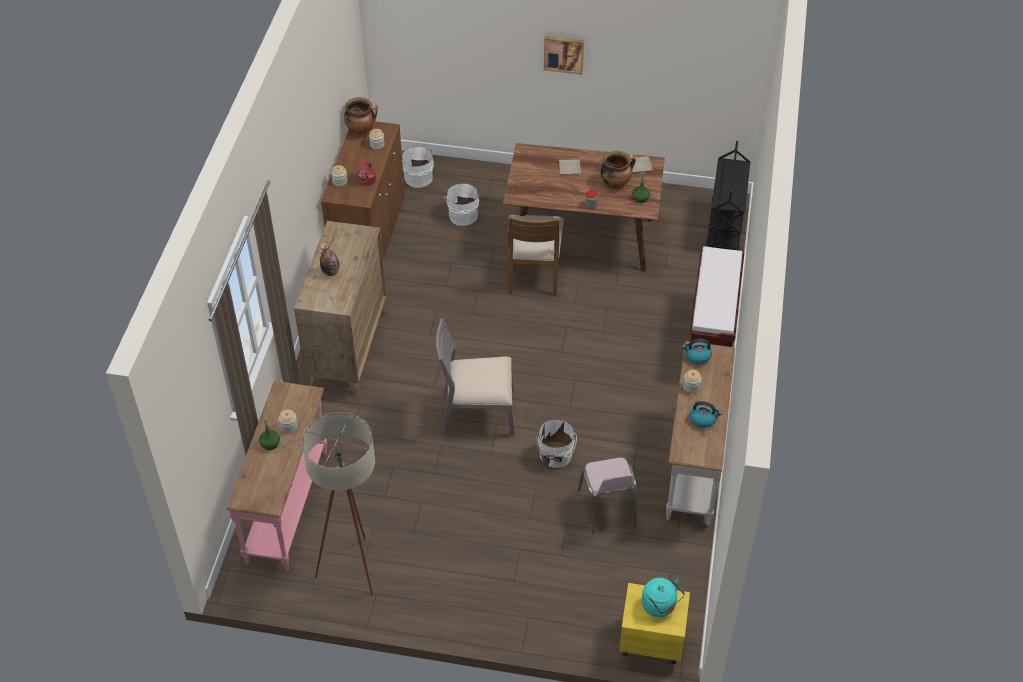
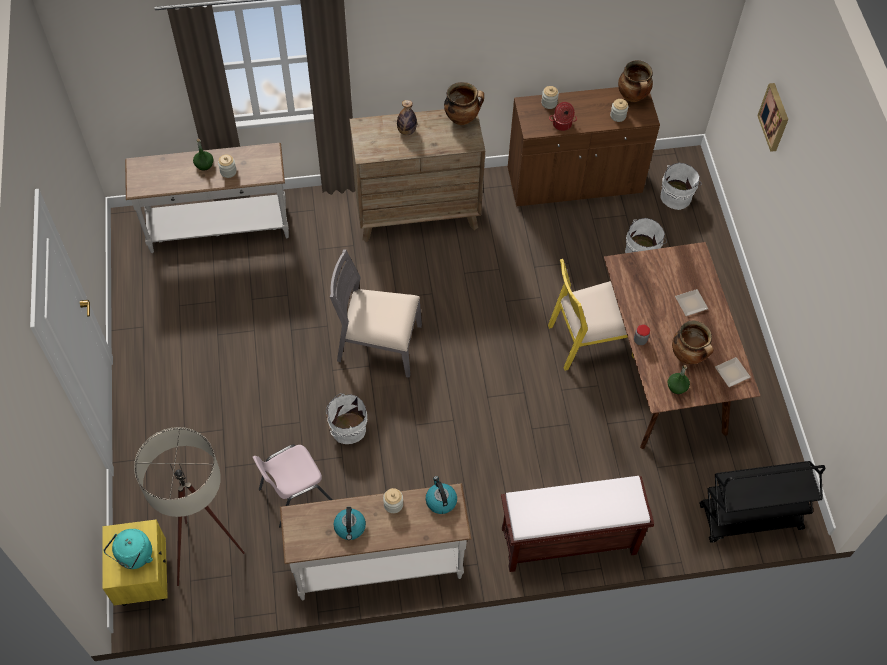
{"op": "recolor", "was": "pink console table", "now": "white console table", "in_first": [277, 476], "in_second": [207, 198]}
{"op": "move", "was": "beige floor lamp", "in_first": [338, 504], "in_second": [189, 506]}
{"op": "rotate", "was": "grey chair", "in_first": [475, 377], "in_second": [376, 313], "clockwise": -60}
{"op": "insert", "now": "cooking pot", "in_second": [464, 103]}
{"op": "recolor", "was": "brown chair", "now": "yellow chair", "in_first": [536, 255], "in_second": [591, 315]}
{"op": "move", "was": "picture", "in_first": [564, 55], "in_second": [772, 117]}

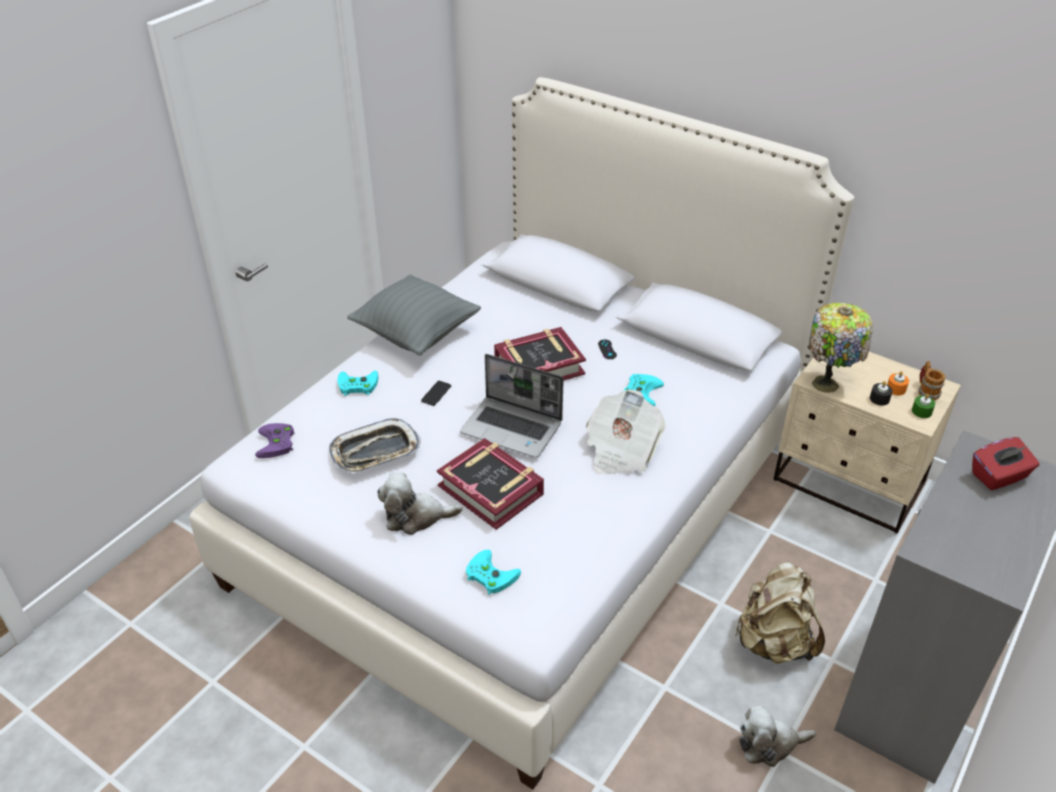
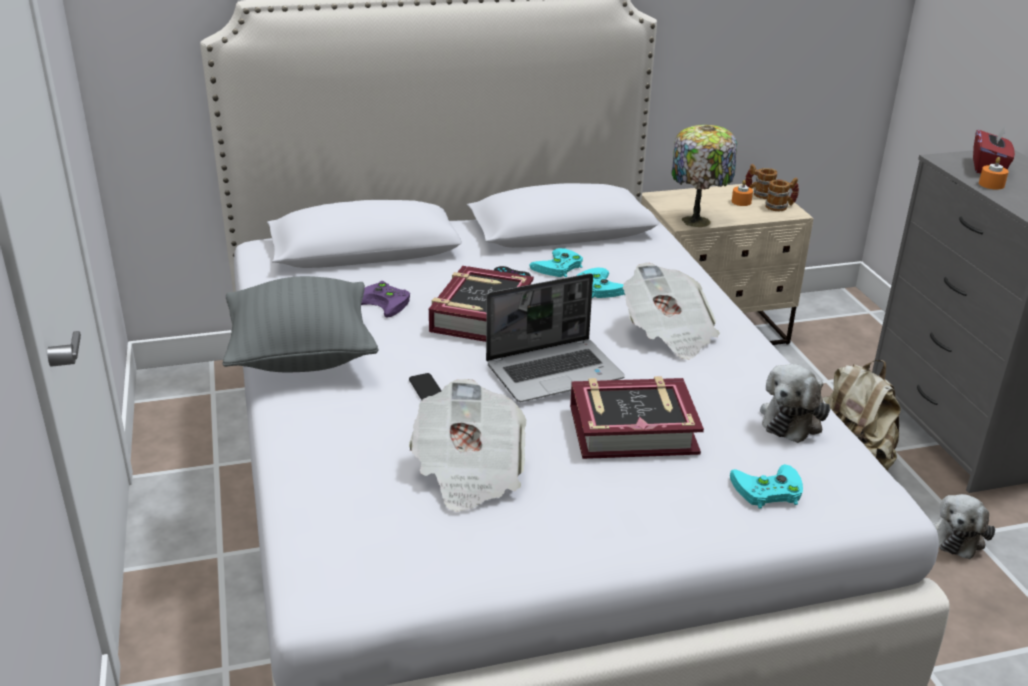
{"op": "move", "was": "purple game controller", "in_first": [275, 440], "in_second": [385, 299]}
{"op": "replace", "was": "tray", "now": "newspaper", "in_first": [375, 445], "in_second": [467, 445]}
{"op": "move", "was": "turquoise game controller", "in_first": [358, 383], "in_second": [556, 262]}
{"op": "move", "was": "plush toy", "in_first": [420, 503], "in_second": [795, 403]}
{"op": "replace", "was": "green candle", "now": "mug", "in_first": [923, 406], "in_second": [782, 194]}
{"op": "insert", "now": "orange candle", "in_second": [994, 173]}
{"op": "delete", "was": "black candle", "in_first": [881, 393]}

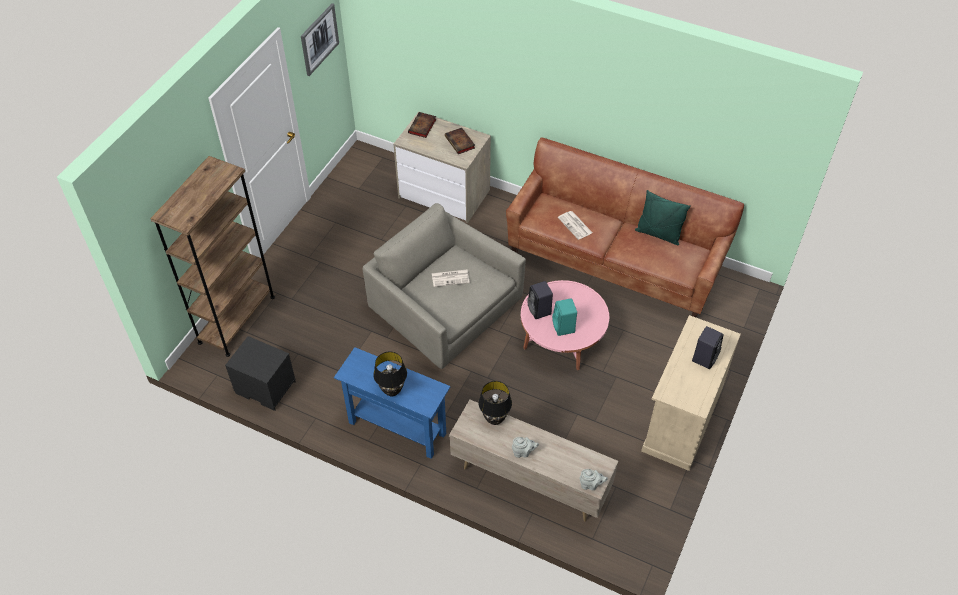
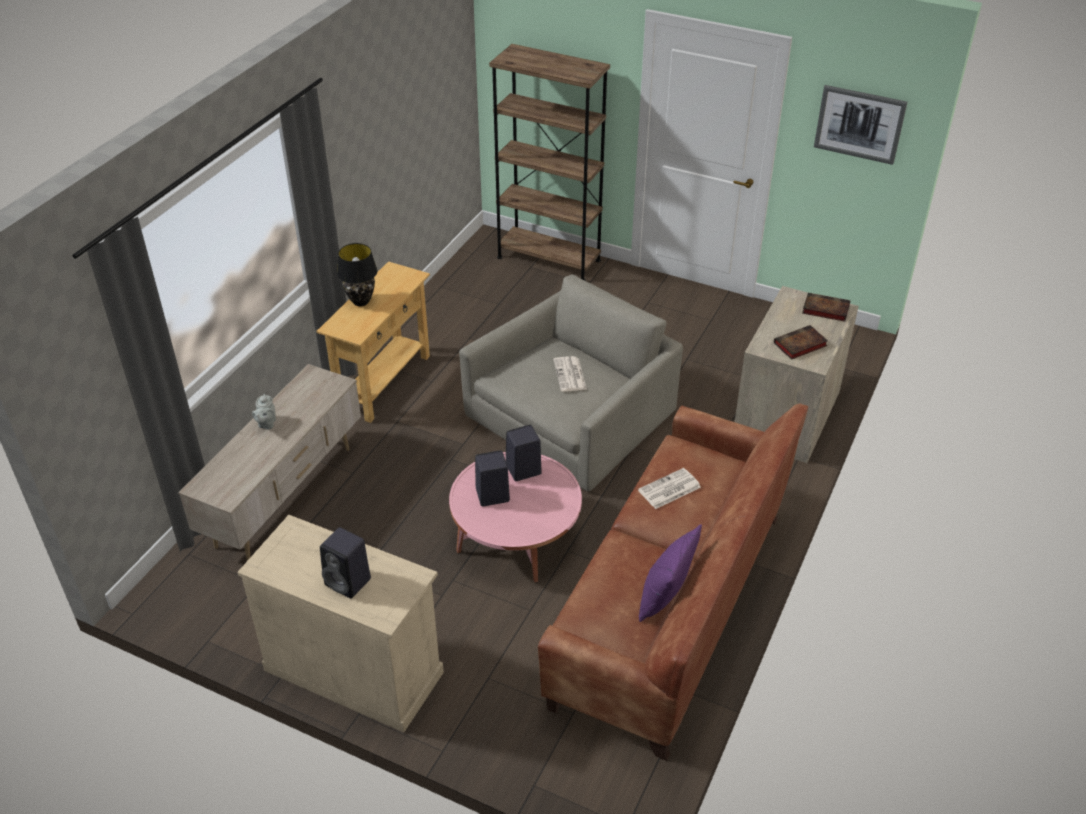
{"op": "recolor", "was": "blue console table", "now": "beige console table", "in_first": [392, 403], "in_second": [373, 342]}
{"op": "recolor", "was": "turquoise speaker", "now": "black speaker", "in_first": [564, 317], "in_second": [492, 478]}
{"op": "recolor", "was": "green pillow", "now": "purple pillow", "in_first": [663, 217], "in_second": [670, 573]}
{"op": "delete", "was": "black nightstand", "in_first": [260, 373]}
{"op": "delete", "was": "black table lamp", "in_first": [495, 403]}
{"op": "delete", "was": "grey teapot", "in_first": [593, 479]}

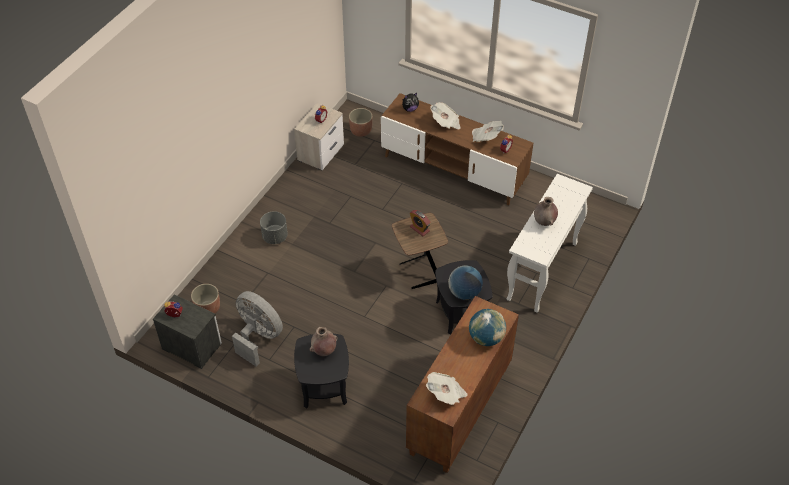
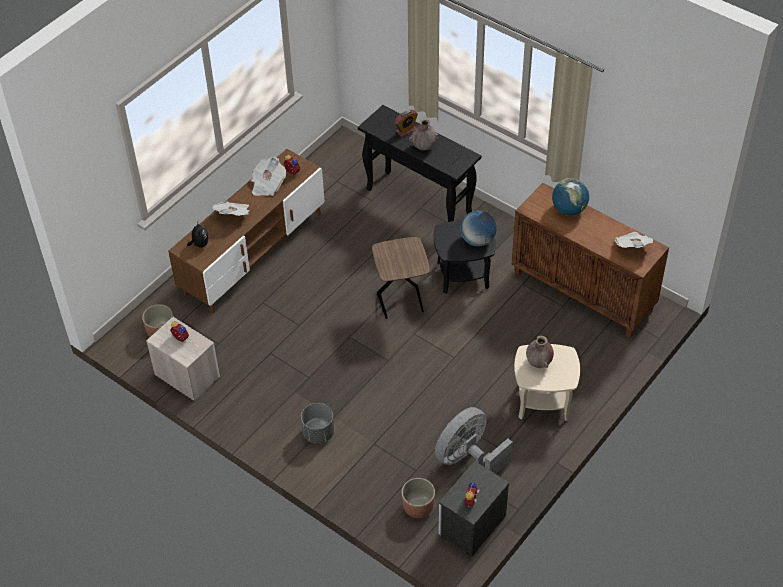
{"op": "recolor", "was": "white console table", "now": "black console table", "in_first": [549, 243], "in_second": [419, 163]}
{"op": "move", "was": "alarm clock", "in_first": [420, 223], "in_second": [406, 123]}
{"op": "recolor", "was": "black side table", "now": "beige side table", "in_first": [321, 371], "in_second": [547, 382]}

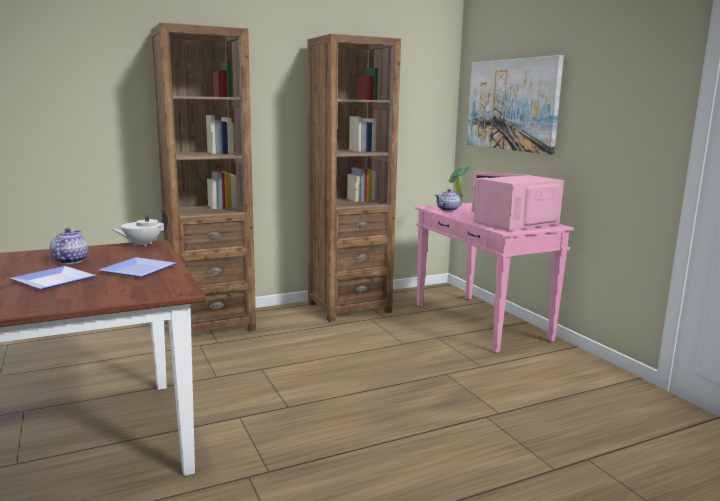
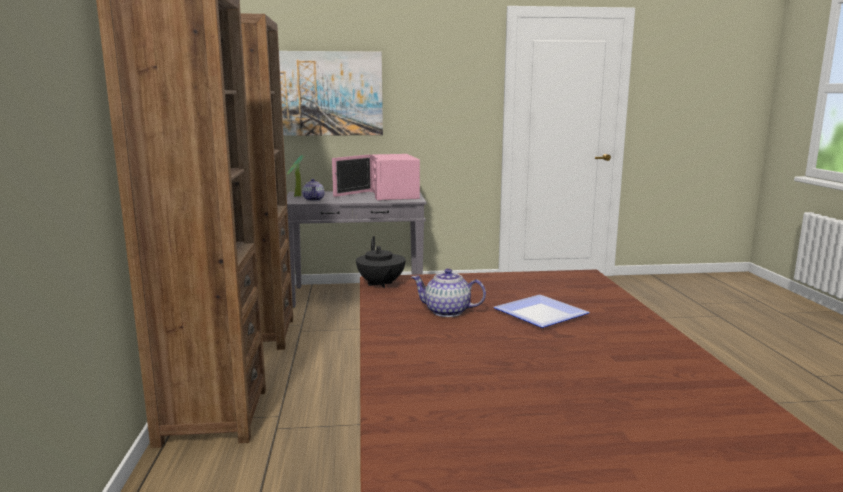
{"op": "recolor", "was": "pink console table", "now": "grey console table", "in_first": [494, 278], "in_second": [356, 249]}
{"op": "recolor", "was": "white teapot", "now": "black teapot", "in_first": [139, 228], "in_second": [381, 262]}
{"op": "delete", "was": "plate", "in_first": [137, 267]}

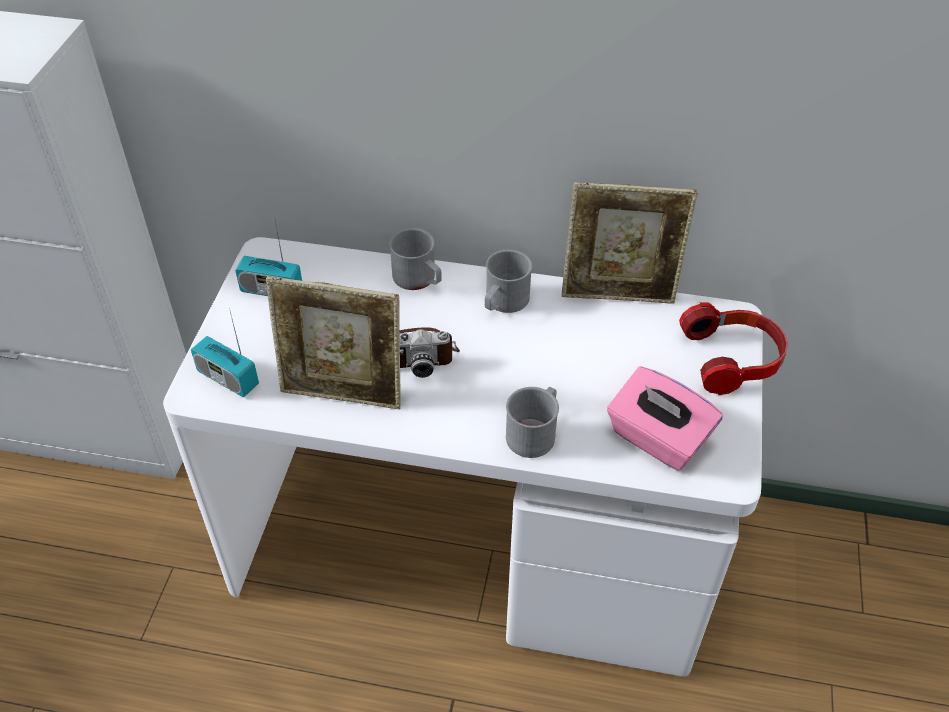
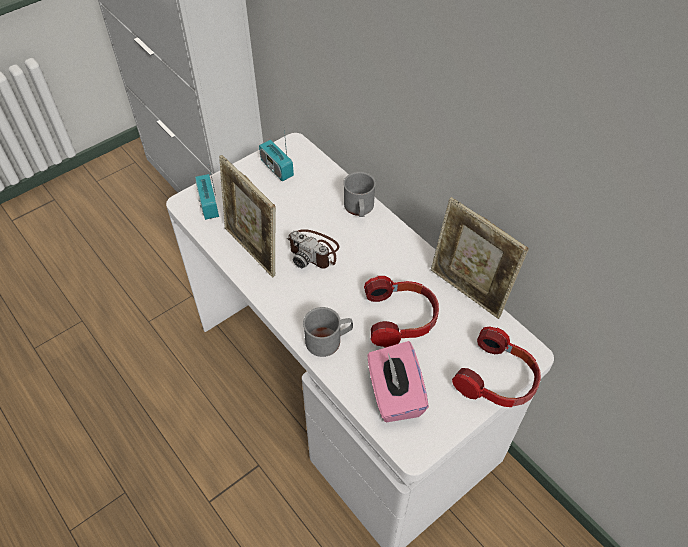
{"op": "insert", "now": "headphones", "in_second": [401, 312]}
{"op": "delete", "was": "grey mug", "in_first": [508, 281]}

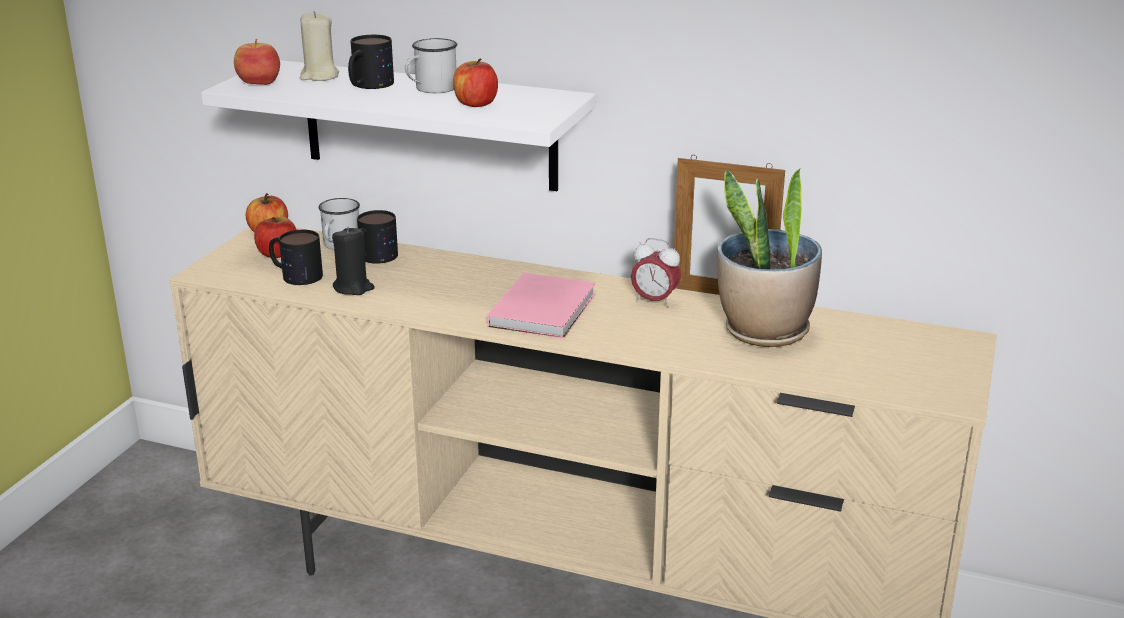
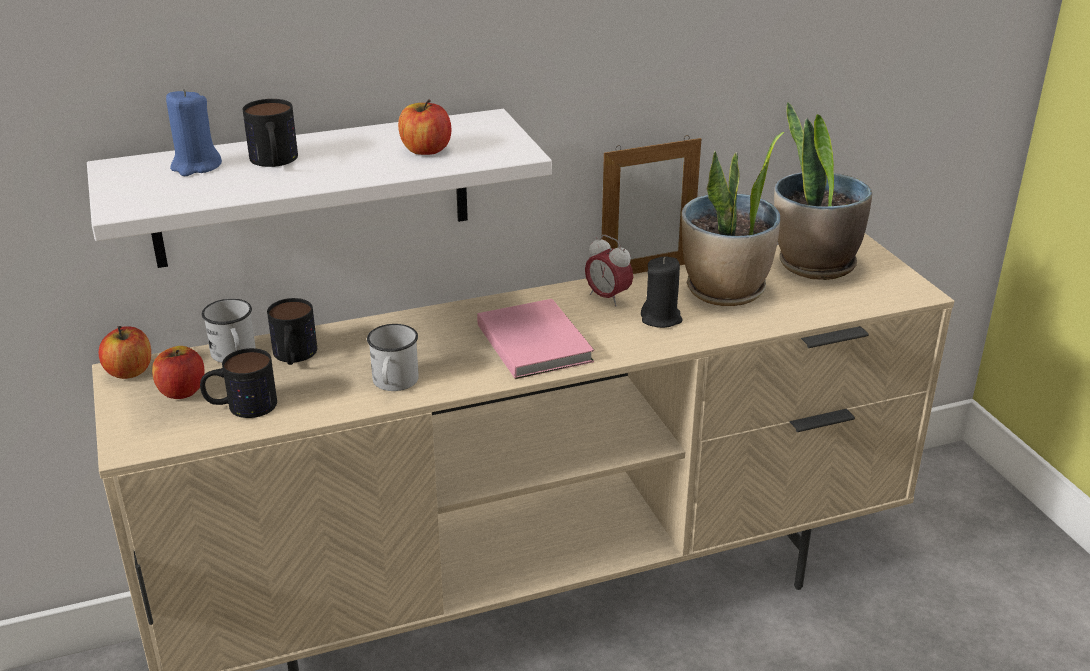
{"op": "recolor", "was": "beige candle", "now": "blue candle", "in_first": [319, 46], "in_second": [194, 132]}
{"op": "move", "was": "white mug", "in_first": [431, 65], "in_second": [393, 357]}
{"op": "rotate", "was": "alarm clock", "in_first": [656, 273], "in_second": [609, 271], "clockwise": 60}
{"op": "move", "was": "black candle", "in_first": [353, 261], "in_second": [662, 292]}
{"op": "insert", "now": "potted plant", "in_second": [823, 191]}
{"op": "delete", "was": "apple", "in_first": [257, 62]}

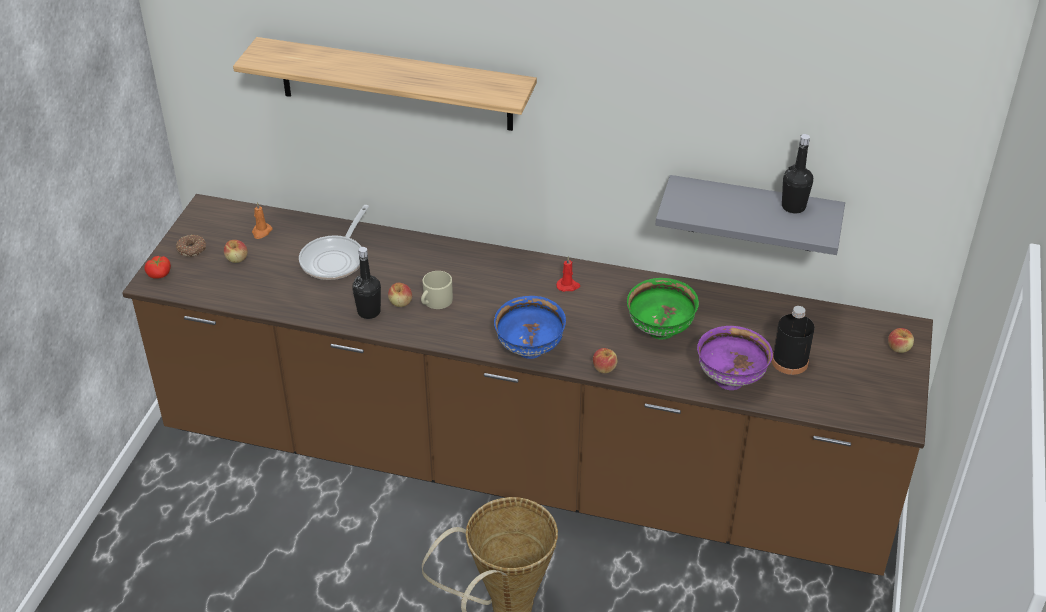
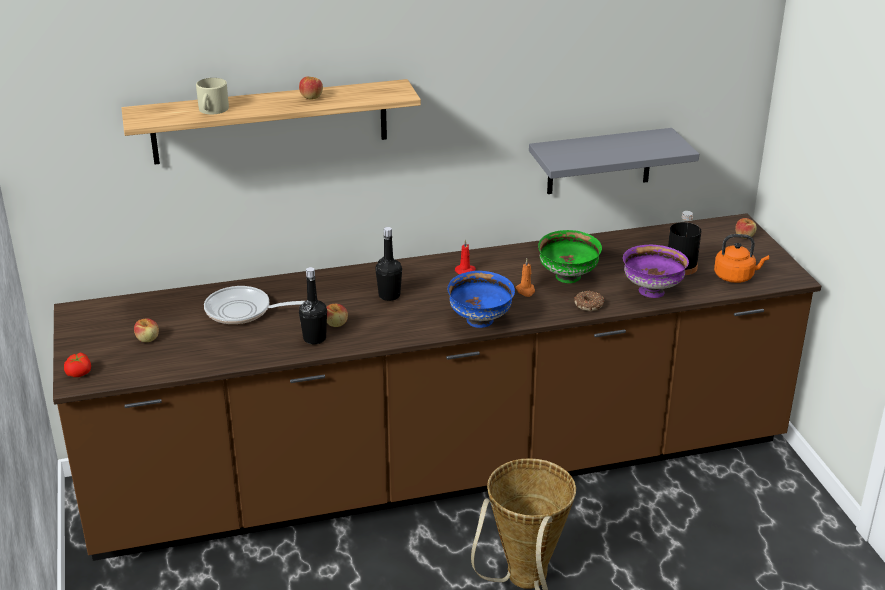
{"op": "move", "was": "beige mug", "in_first": [437, 290], "in_second": [212, 96]}
{"op": "rotate", "was": "frying pan", "in_first": [334, 242], "in_second": [254, 305], "clockwise": 105}
{"op": "move", "was": "apple", "in_first": [605, 360], "in_second": [311, 88]}
{"op": "move", "was": "black bottle", "in_first": [797, 173], "in_second": [389, 264]}
{"op": "move", "was": "orange candle", "in_first": [262, 220], "in_second": [525, 278]}
{"op": "move", "was": "donut", "in_first": [191, 245], "in_second": [589, 301]}
{"op": "insert", "now": "orange kettle", "in_second": [741, 258]}

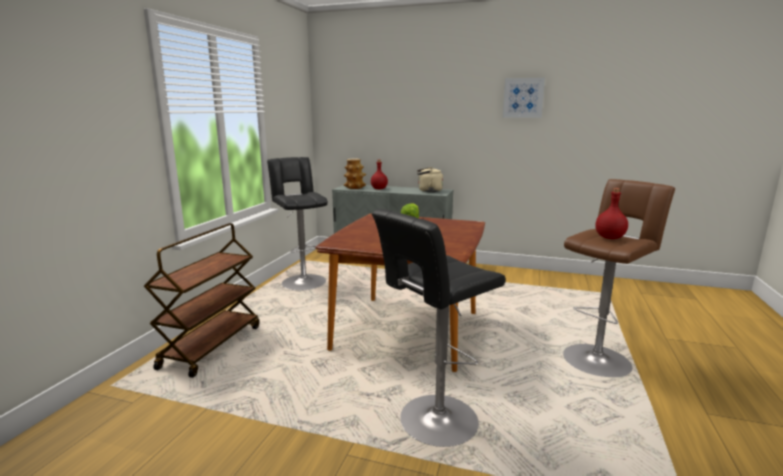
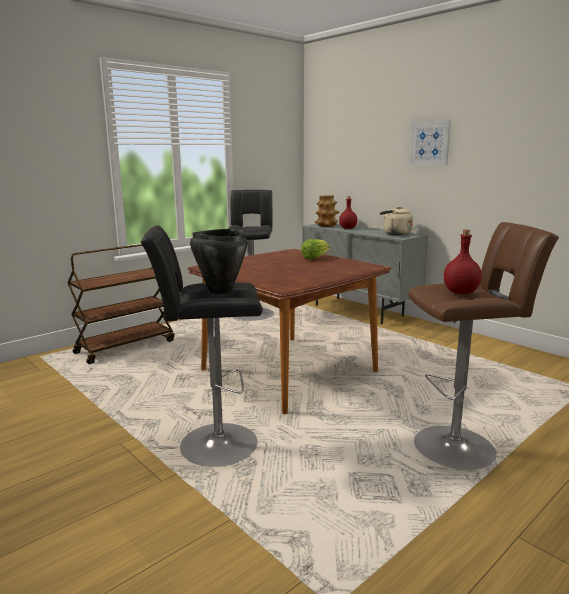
{"op": "insert", "now": "black cooking pot", "in_second": [218, 261]}
{"op": "move", "was": "picture", "in_first": [524, 98], "in_second": [430, 143]}

